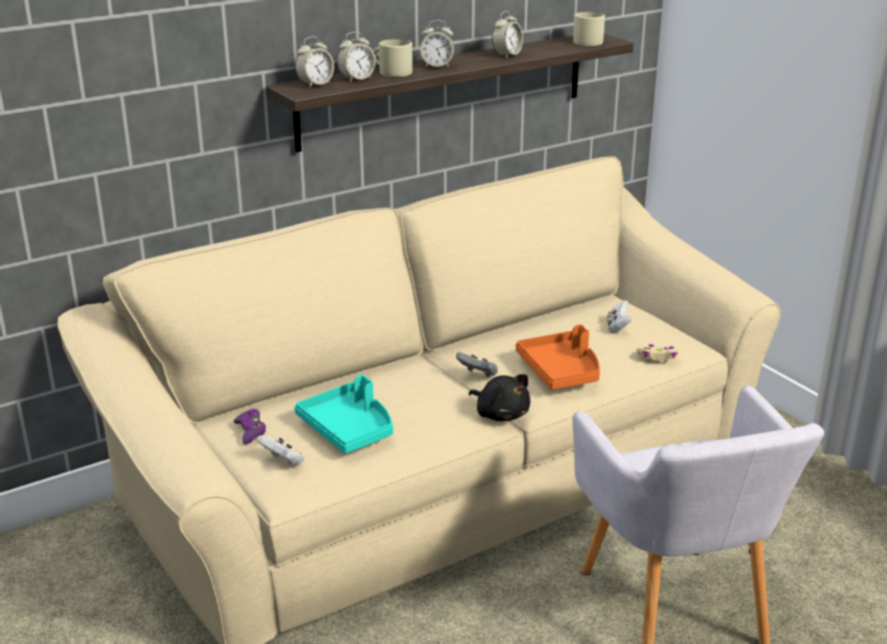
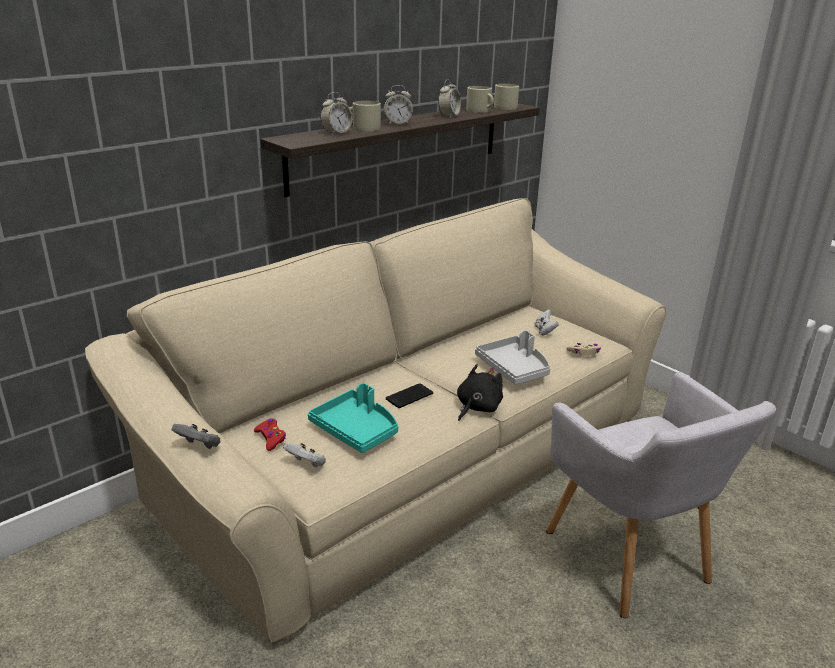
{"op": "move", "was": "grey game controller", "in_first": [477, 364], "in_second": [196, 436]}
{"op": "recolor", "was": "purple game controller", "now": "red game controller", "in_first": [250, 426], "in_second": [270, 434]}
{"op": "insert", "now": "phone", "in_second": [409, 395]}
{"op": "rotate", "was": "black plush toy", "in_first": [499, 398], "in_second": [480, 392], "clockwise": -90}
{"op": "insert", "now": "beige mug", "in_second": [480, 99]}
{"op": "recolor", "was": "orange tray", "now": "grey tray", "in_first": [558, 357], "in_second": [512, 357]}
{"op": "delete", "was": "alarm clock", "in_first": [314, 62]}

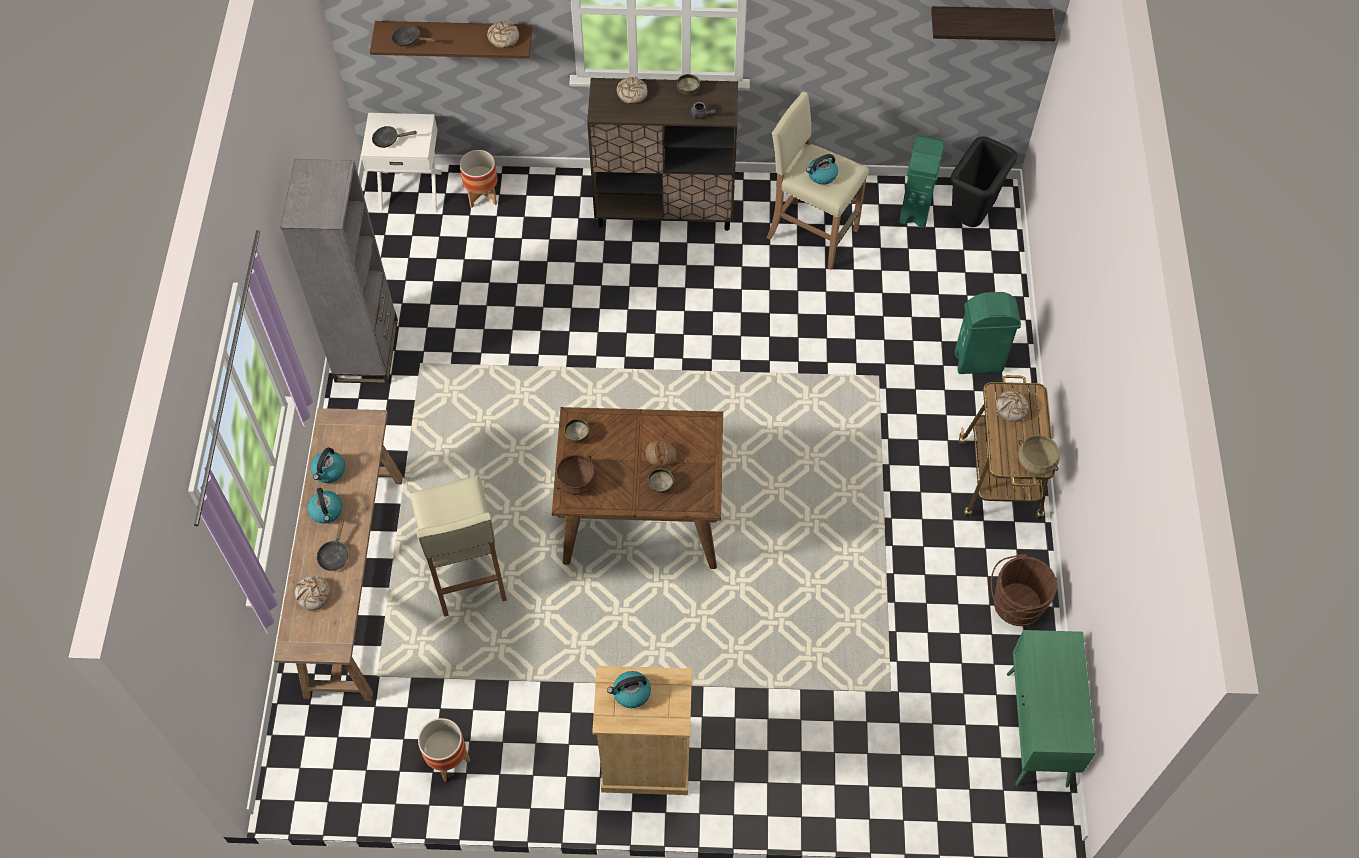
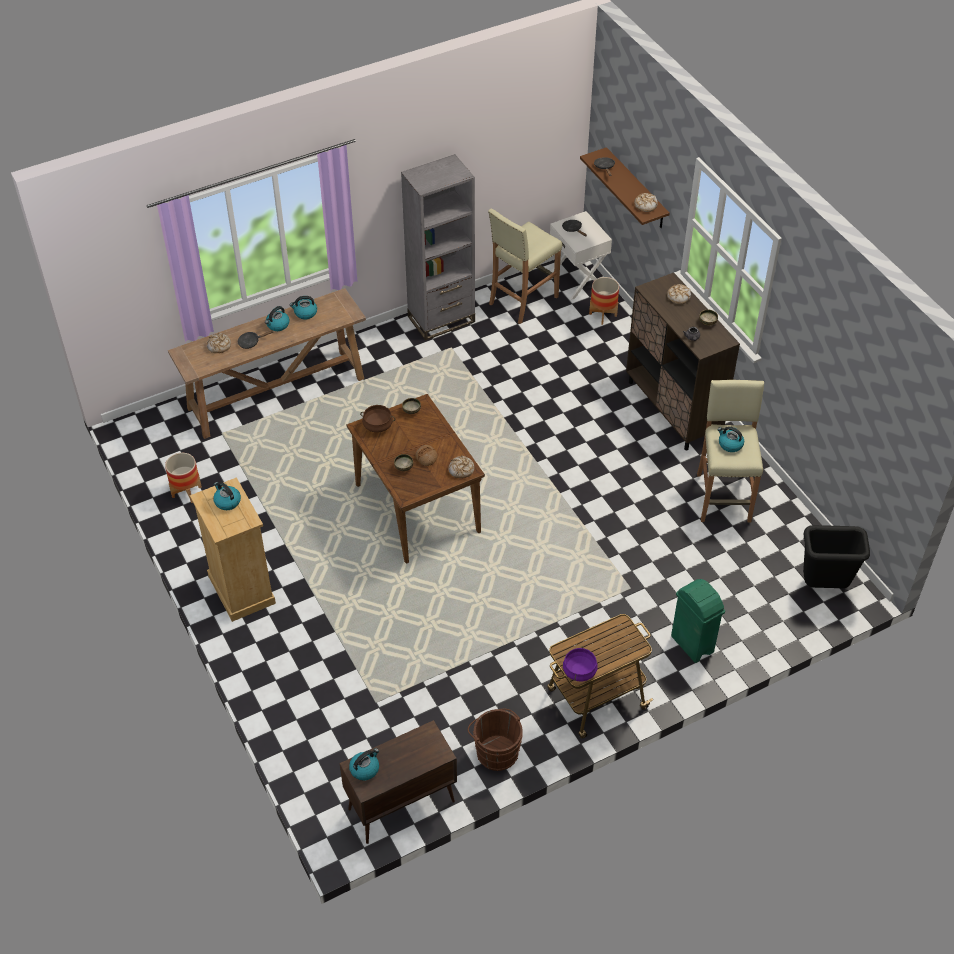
{"op": "recolor", "was": "green cabinet", "now": "brown cabinet", "in_first": [1051, 708], "in_second": [398, 782]}
{"op": "insert", "now": "kettle", "in_second": [364, 764]}
{"op": "move", "was": "bread", "in_first": [1012, 406], "in_second": [461, 466]}
{"op": "move", "was": "beige stool", "in_first": [458, 546], "in_second": [525, 266]}
{"op": "recolor", "was": "beige cooking pot", "now": "purple cooking pot", "in_first": [1039, 455], "in_second": [580, 663]}
{"op": "delete", "was": "green trash can", "in_first": [922, 181]}
{"op": "delete", "was": "shelf", "in_first": [993, 23]}

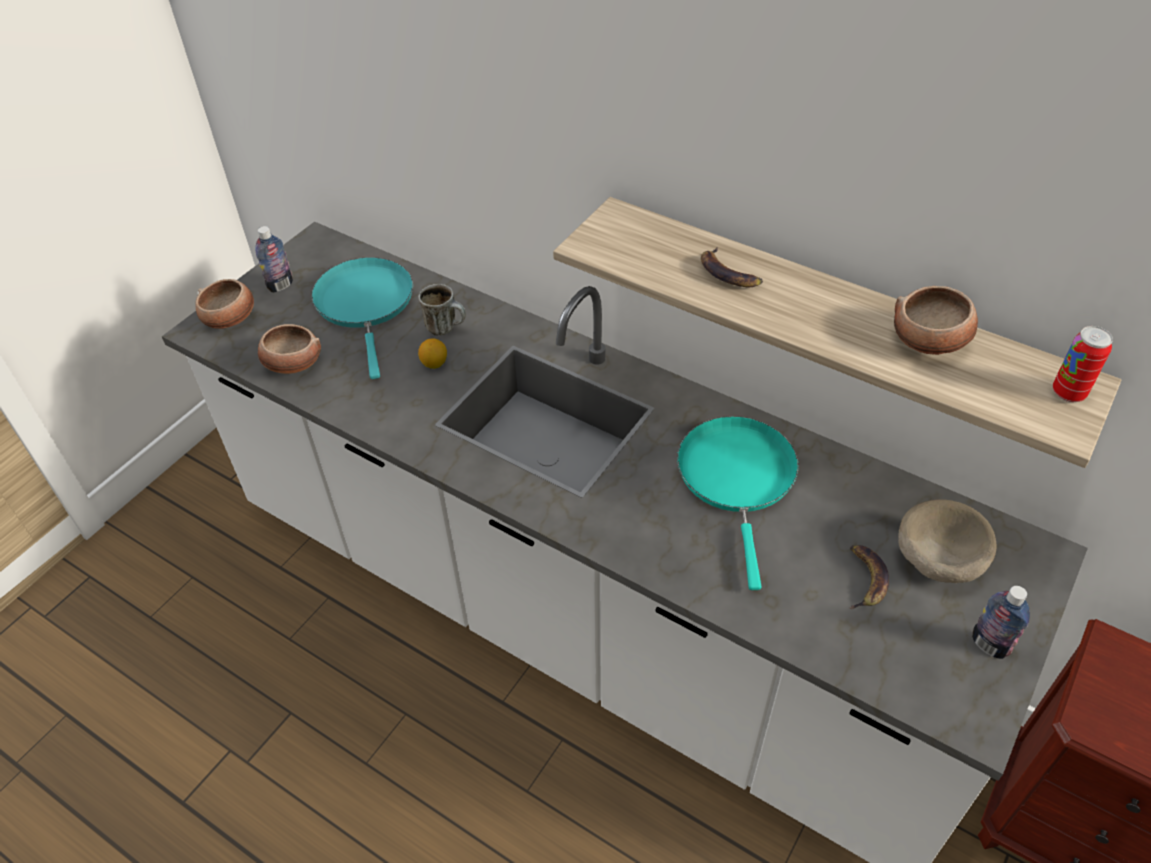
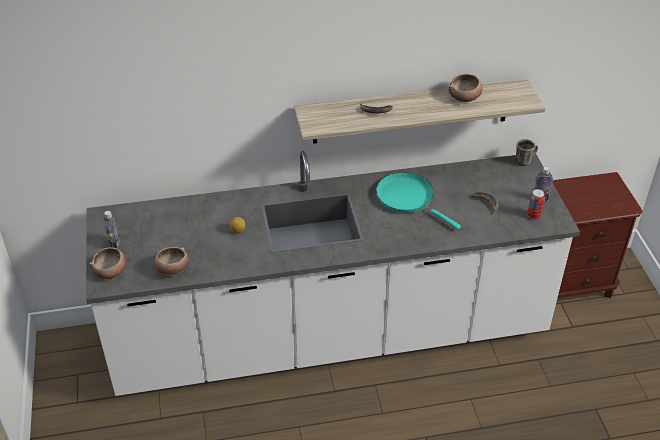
{"op": "move", "was": "mug", "in_first": [442, 310], "in_second": [526, 152]}
{"op": "move", "was": "can", "in_first": [1083, 364], "in_second": [536, 204]}
{"op": "delete", "was": "turquoise frying pan", "in_first": [362, 318]}
{"op": "delete", "was": "beige bowl", "in_first": [947, 541]}

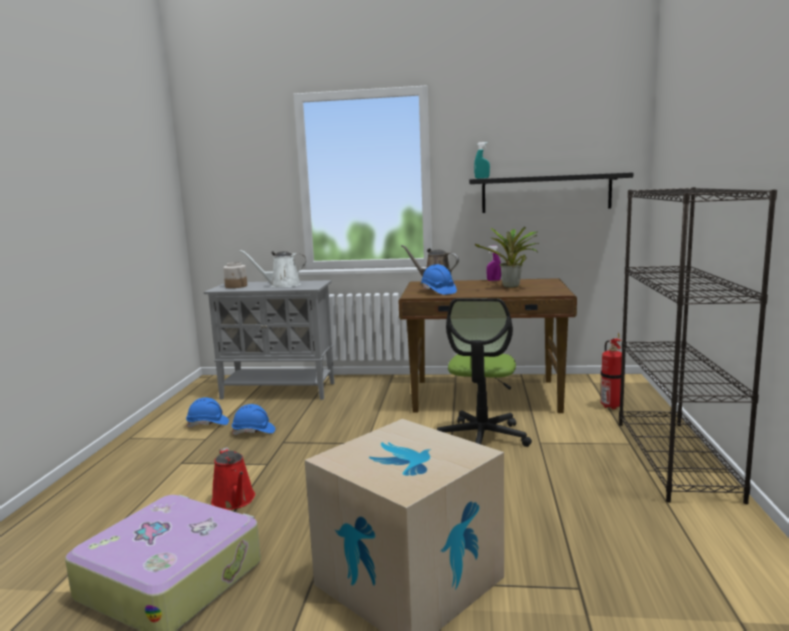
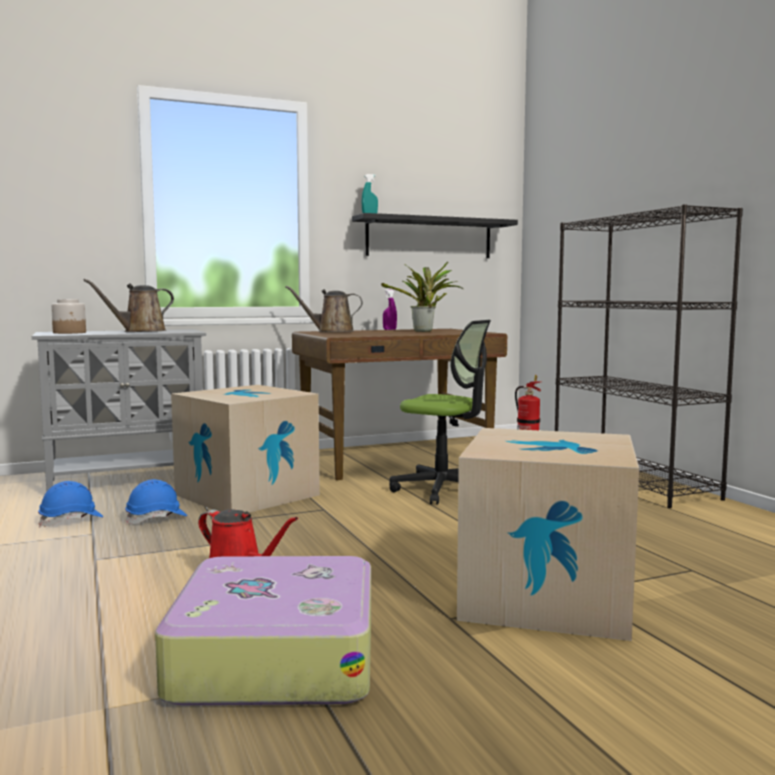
{"op": "recolor", "was": "white watering can", "now": "brown watering can", "in_first": [273, 268], "in_second": [128, 305]}
{"op": "insert", "now": "cardboard box", "in_second": [245, 448]}
{"op": "rotate", "was": "office chair", "in_first": [484, 372], "in_second": [440, 412], "clockwise": -45}
{"op": "delete", "was": "blue hard hat", "in_first": [439, 279]}

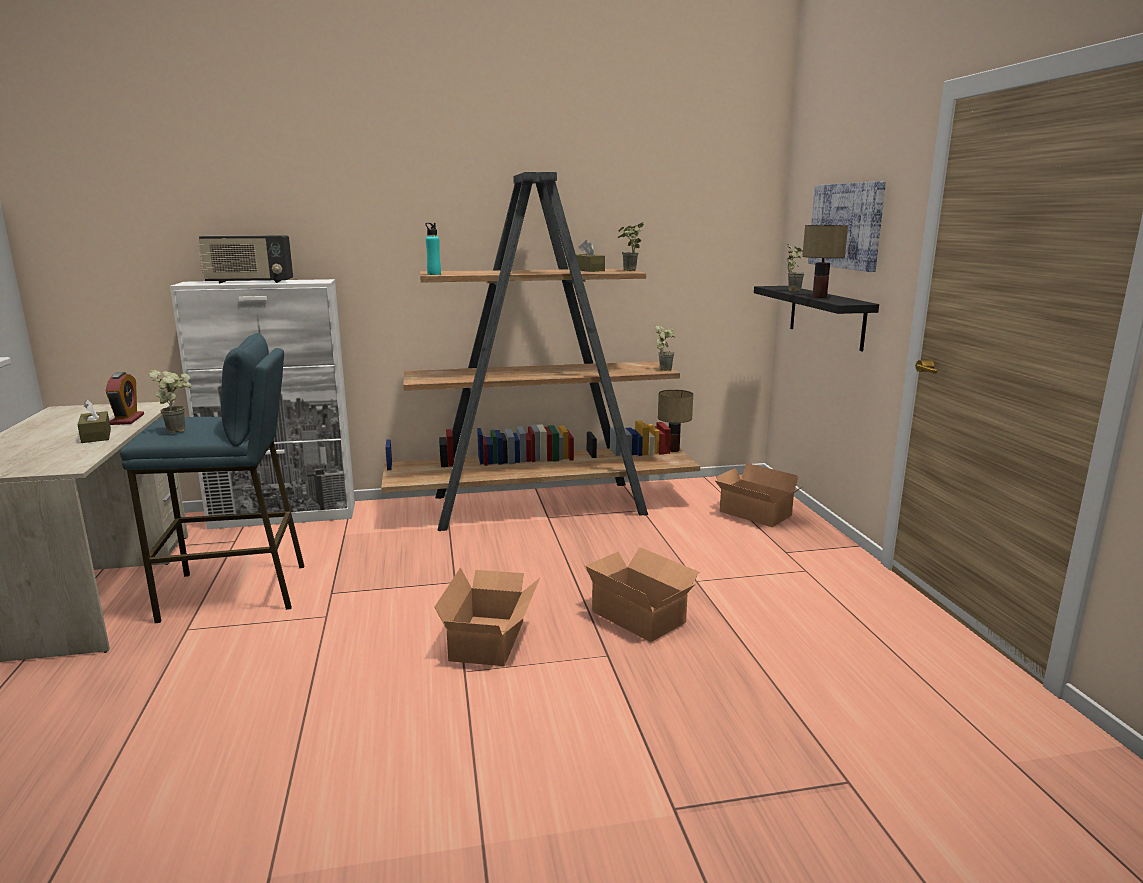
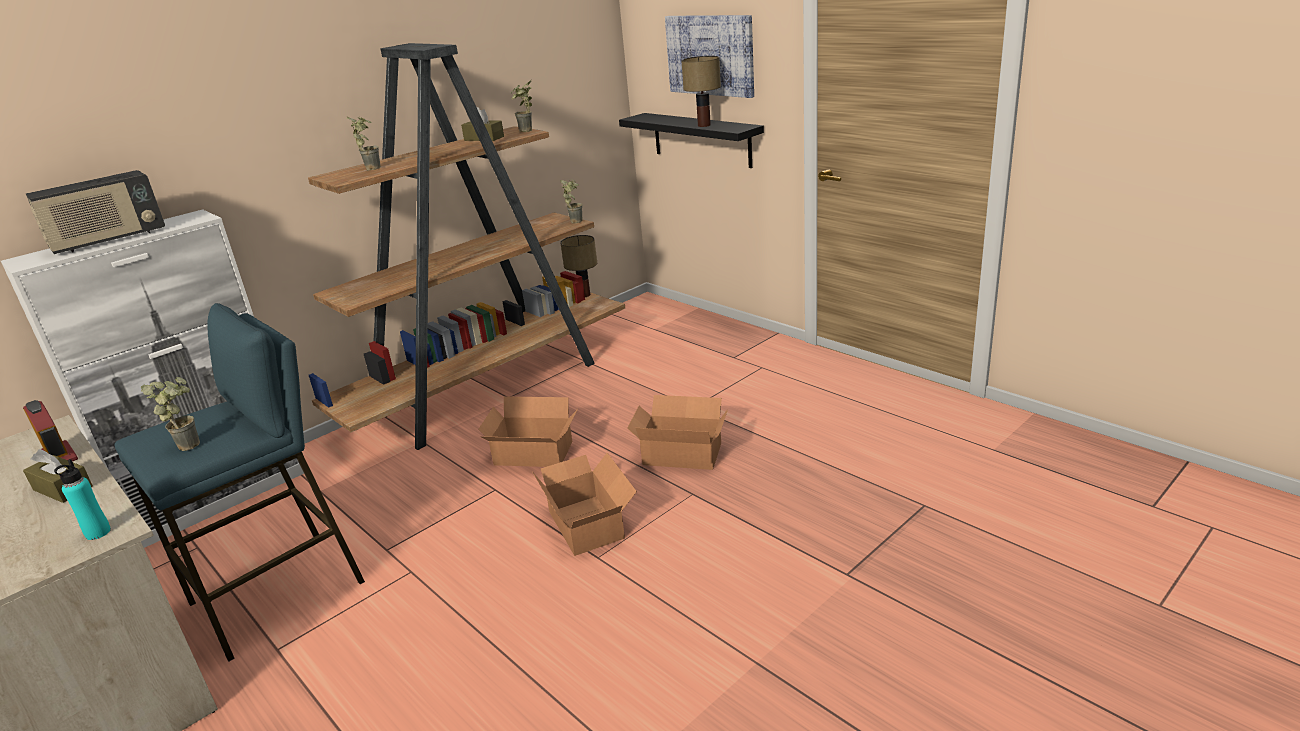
{"op": "move", "was": "turquoise bottle", "in_first": [433, 249], "in_second": [82, 499]}
{"op": "move", "was": "potted plant", "in_first": [795, 267], "in_second": [364, 143]}
{"op": "move", "was": "cardboard box", "in_first": [758, 495], "in_second": [528, 432]}

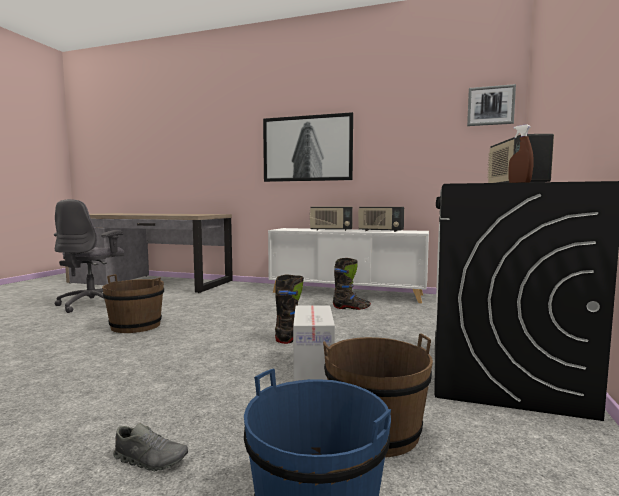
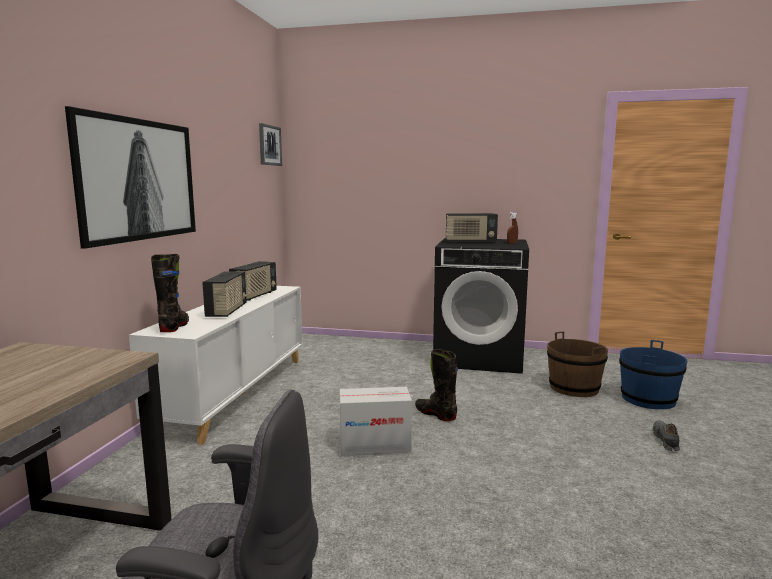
{"op": "move", "was": "black boot", "in_first": [352, 284], "in_second": [170, 293]}
{"op": "move", "was": "cardboard box", "in_first": [314, 343], "in_second": [376, 421]}
{"op": "delete", "was": "brown bucket", "in_first": [133, 303]}

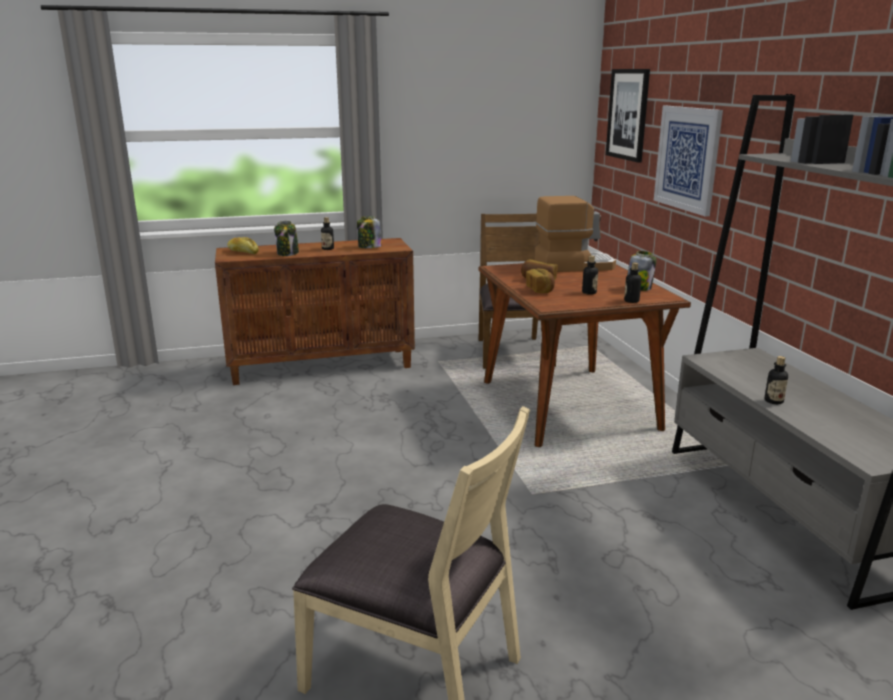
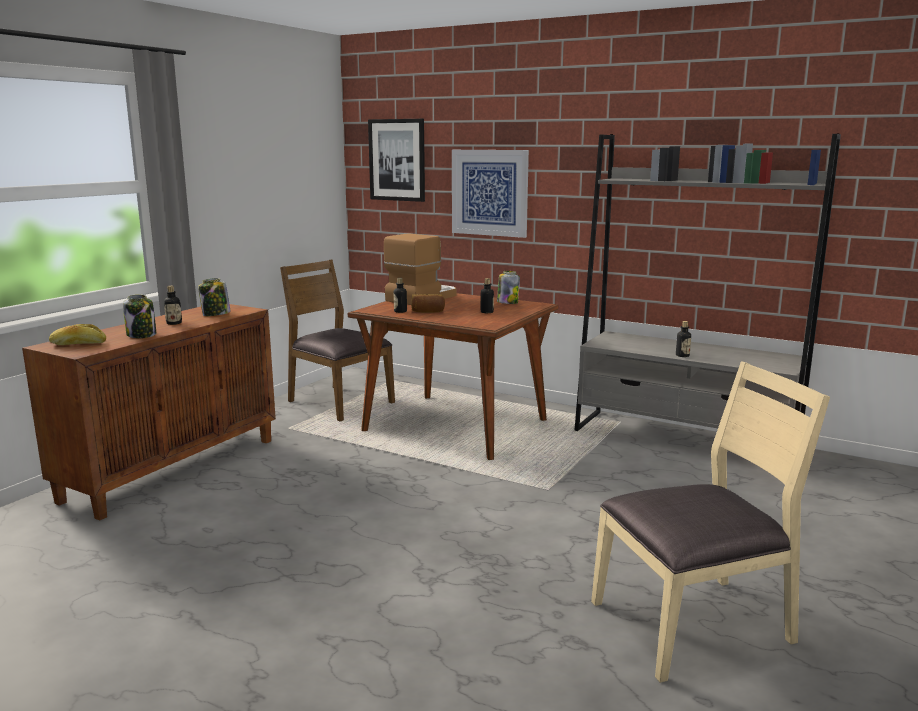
{"op": "move", "was": "bottle", "in_first": [633, 282], "in_second": [400, 295]}
{"op": "delete", "was": "bread", "in_first": [540, 280]}

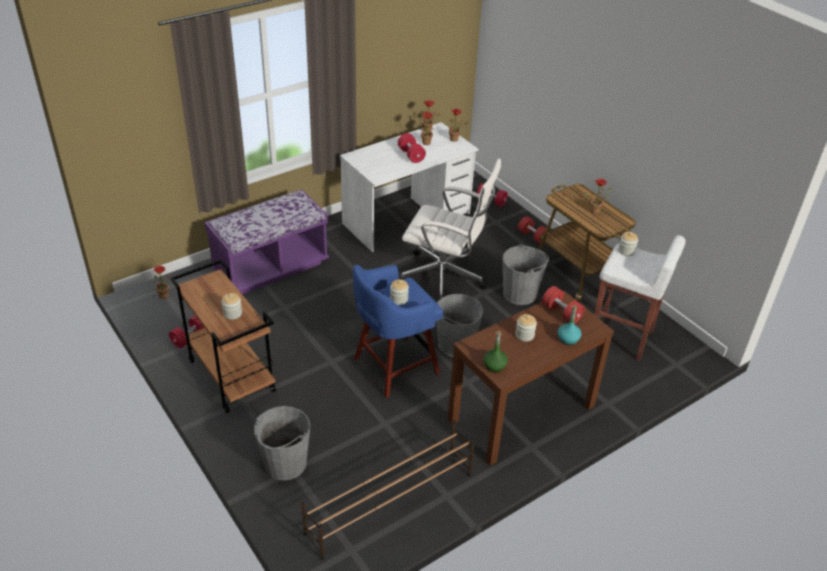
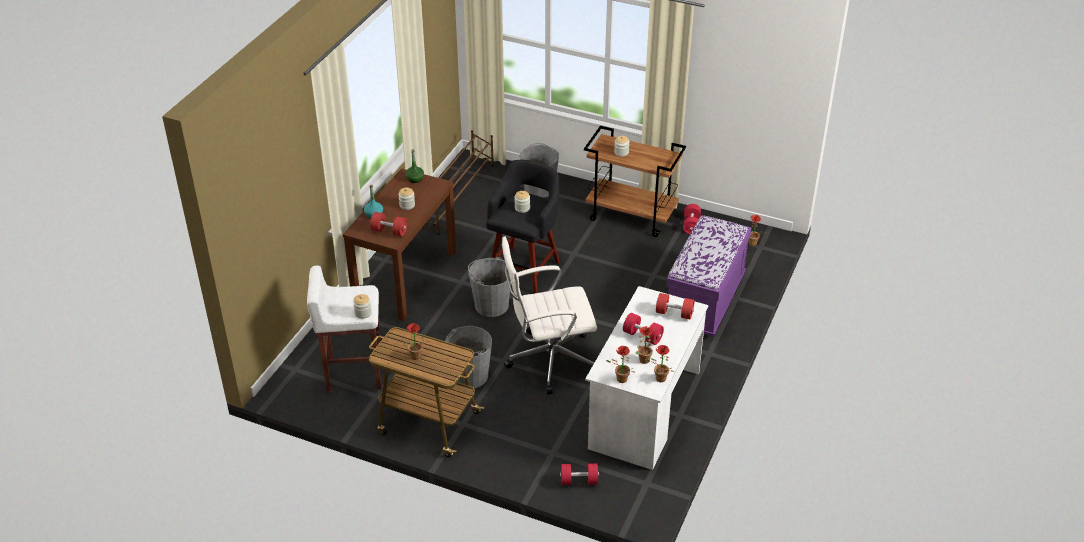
{"op": "recolor", "was": "blue stool", "now": "black stool", "in_first": [398, 331], "in_second": [523, 227]}
{"op": "move", "was": "red dumbbell", "in_first": [532, 230], "in_second": [675, 306]}

